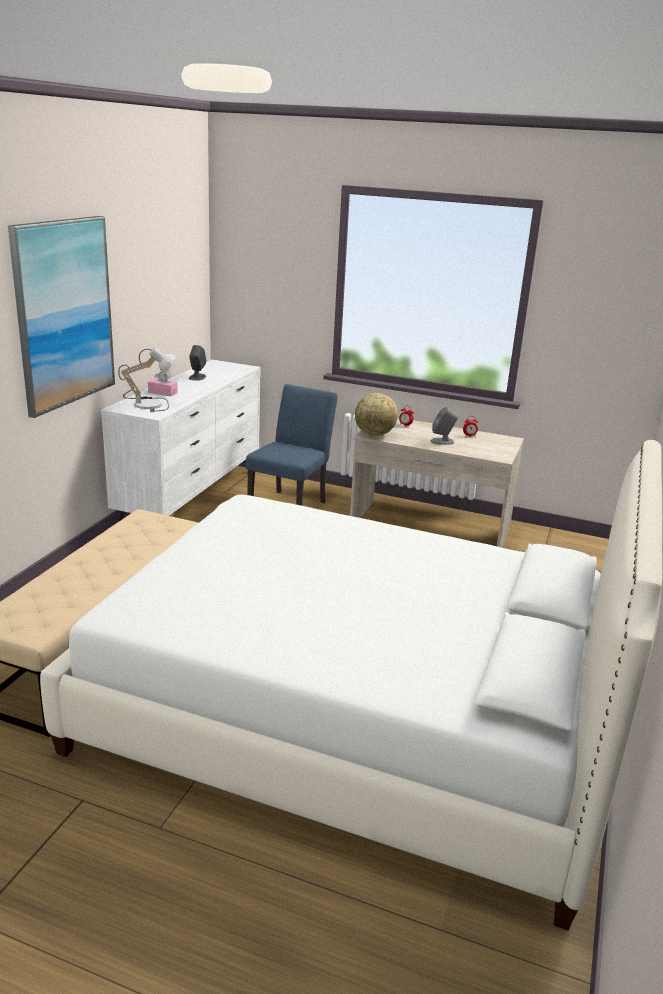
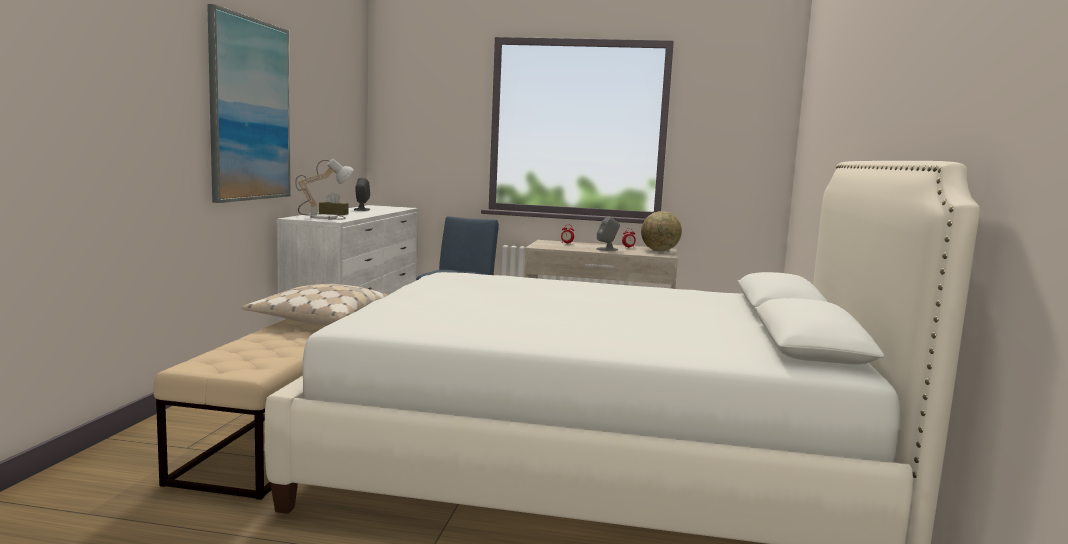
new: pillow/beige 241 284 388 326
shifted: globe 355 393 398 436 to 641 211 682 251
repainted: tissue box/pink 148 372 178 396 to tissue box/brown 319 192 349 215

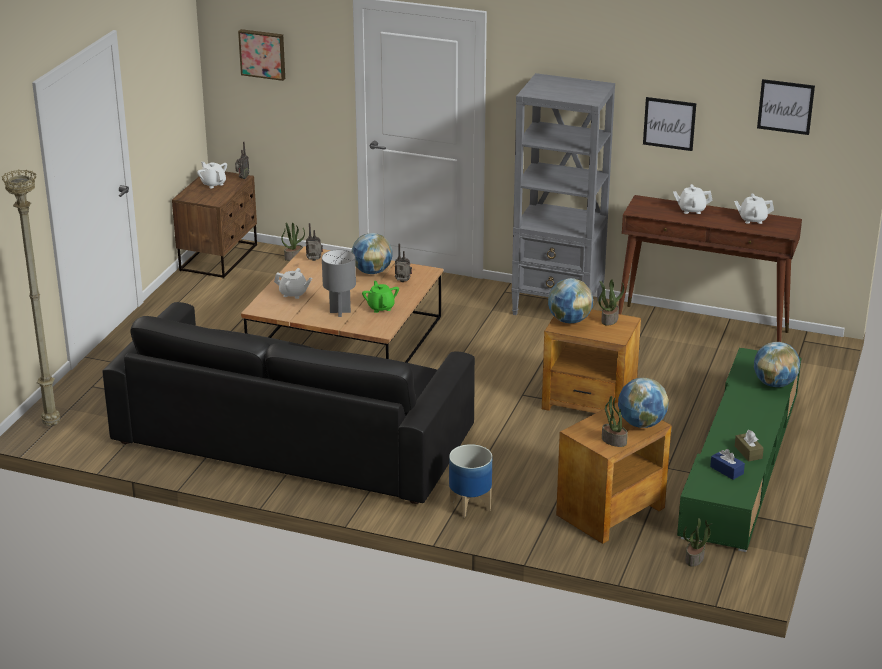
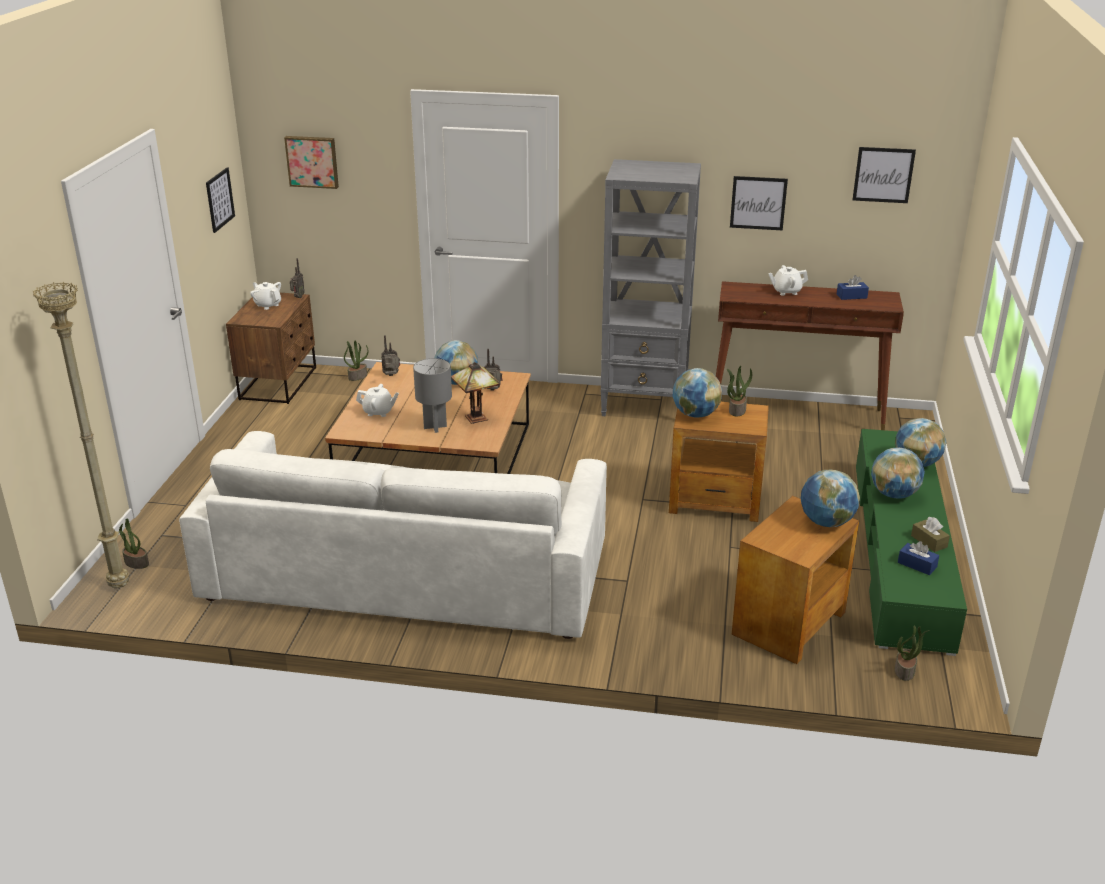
gone: planter 449 444 492 518
new: picture 206 168 235 233; globe 871 448 925 499
shifted: potted plant 602 396 628 447 to 119 518 149 569
swapped: teapot/green 362 281 399 313 to table lamp 451 362 500 424; teapot/white 734 194 774 224 to tissue box/blue 837 275 869 300
repainted: sofa/black 102 302 475 504 to sofa/white 179 431 607 639

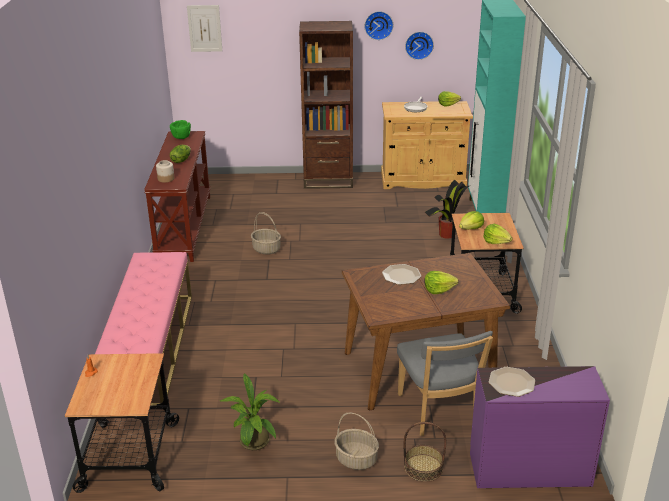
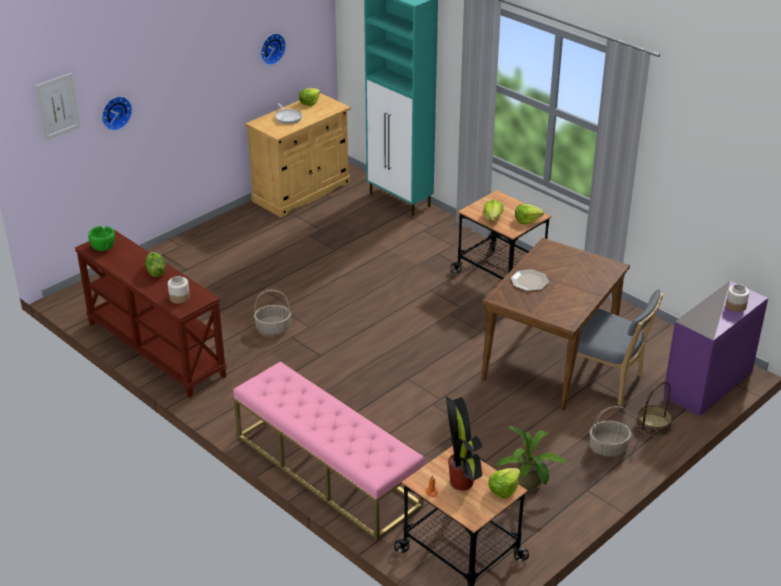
gone: bookcase/brown 299 21 353 189; plate 489 367 535 397
new: jar 726 284 749 312
shifted: wall clock 365 11 393 40 to 102 96 132 131; lettuce 424 271 459 294 to 488 468 521 499; potted plant 425 180 471 239 to 446 396 483 491

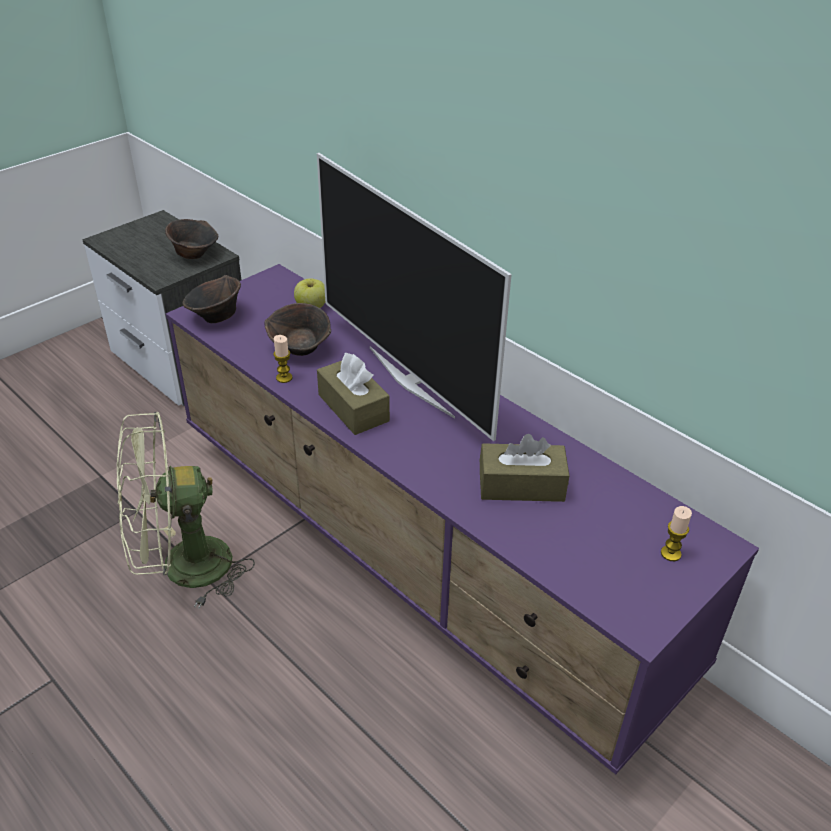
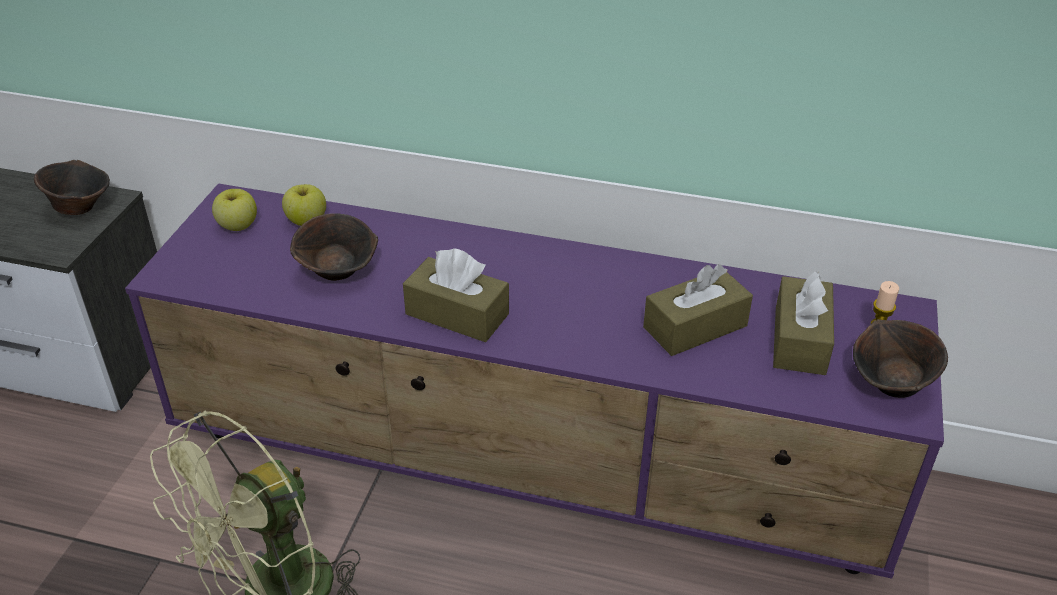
gone: candle 273 335 293 383; television 317 153 512 441
new: apple 212 189 257 231; tissue box/brown 773 271 834 375
shifted: bowl/brown 183 275 241 323 to 853 319 948 398

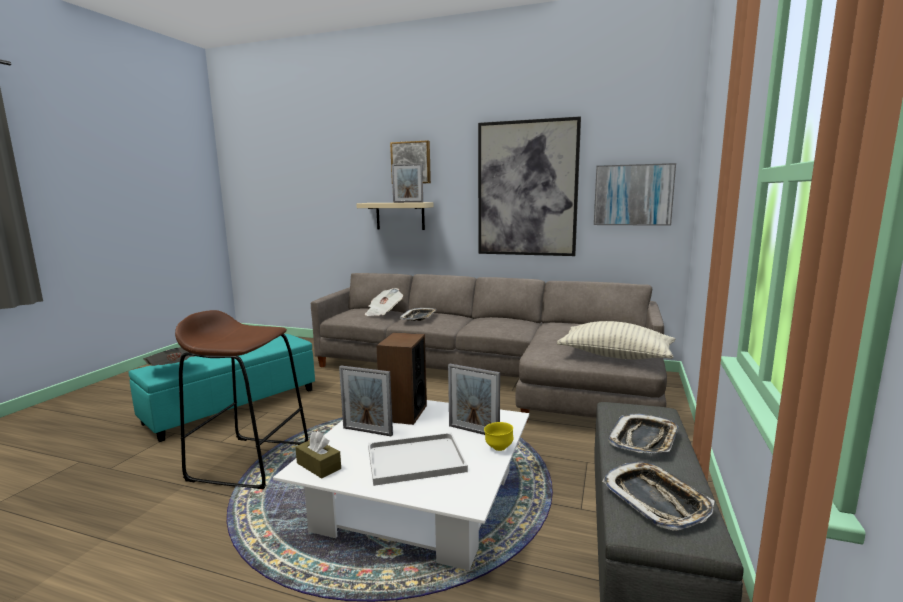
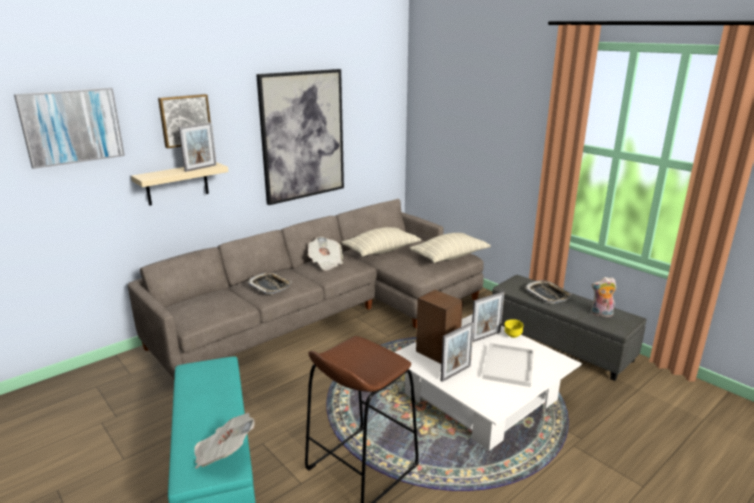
gone: tissue box/brown 295 431 341 479
new: pillow 342 227 421 256
shifted: newspaper 365 288 403 316 to 308 237 343 271; picture 594 163 676 226 to 14 88 125 169
swapped: tray 602 462 714 531 to plush toy 591 277 617 317

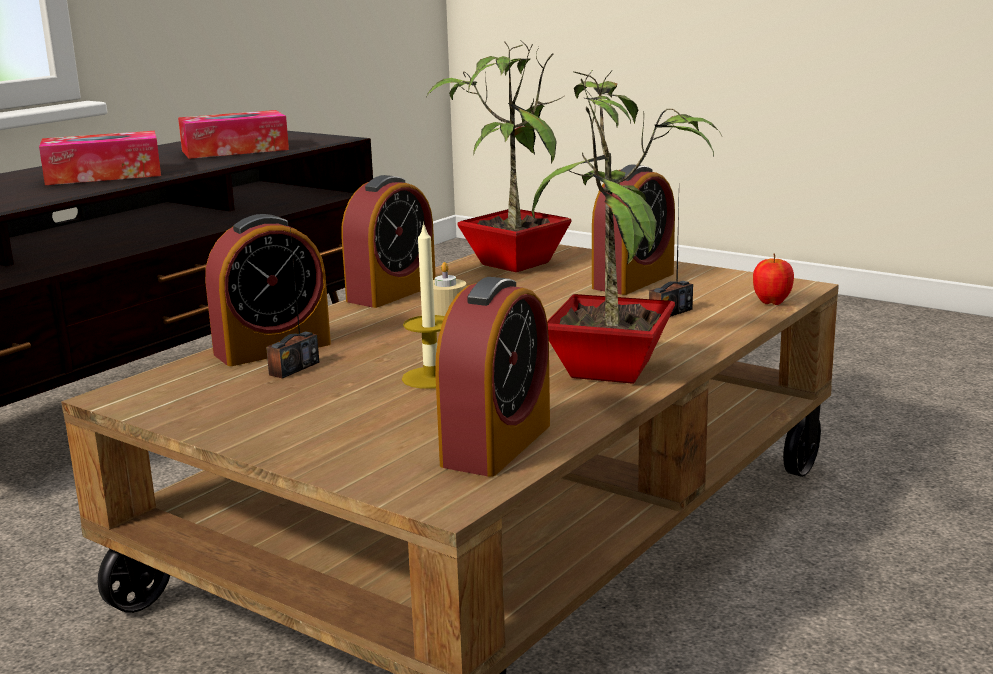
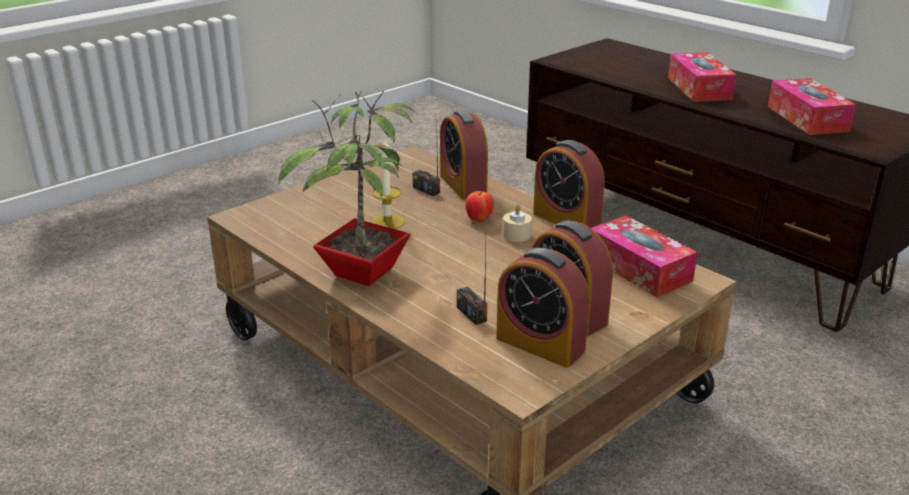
shifted: alarm clock 435 277 550 477 to 496 248 590 368; apple 753 254 794 305 to 465 190 494 222
swapped: potted plant 427 41 572 272 to tissue box 591 216 698 297

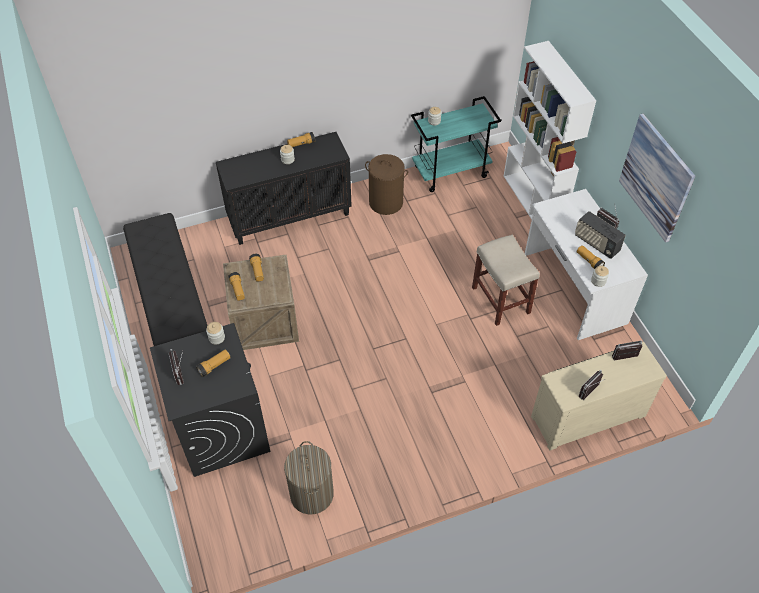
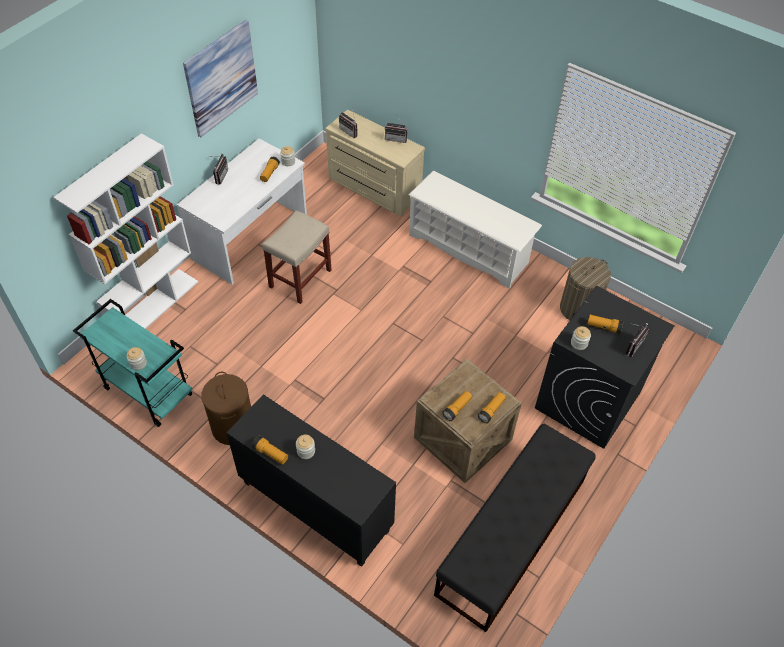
gone: radio 575 211 626 259
new: shoe rack/white 409 171 542 289

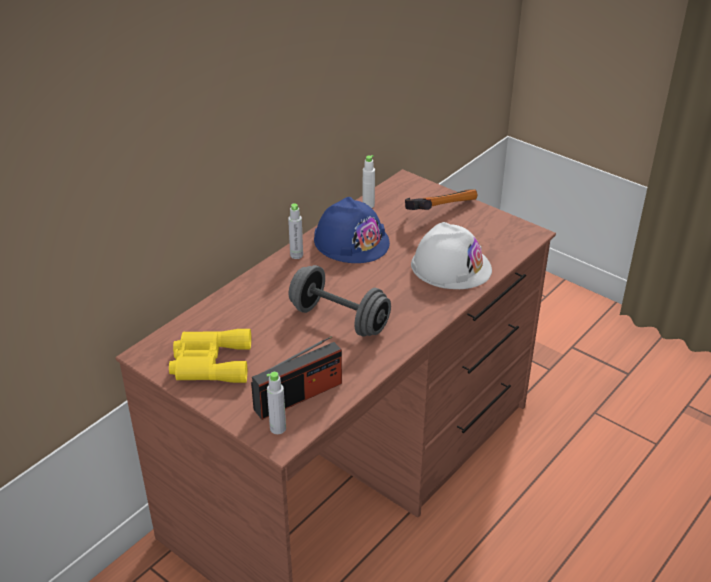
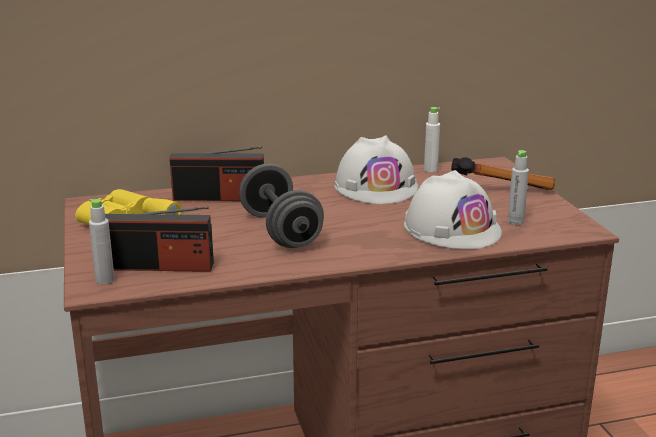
new: radio 170 146 264 201
shifted: bottle/grey 288 203 303 259 to 508 150 529 225
repainted: hard hat/blue 314 197 390 263 to hard hat/white 334 135 419 204

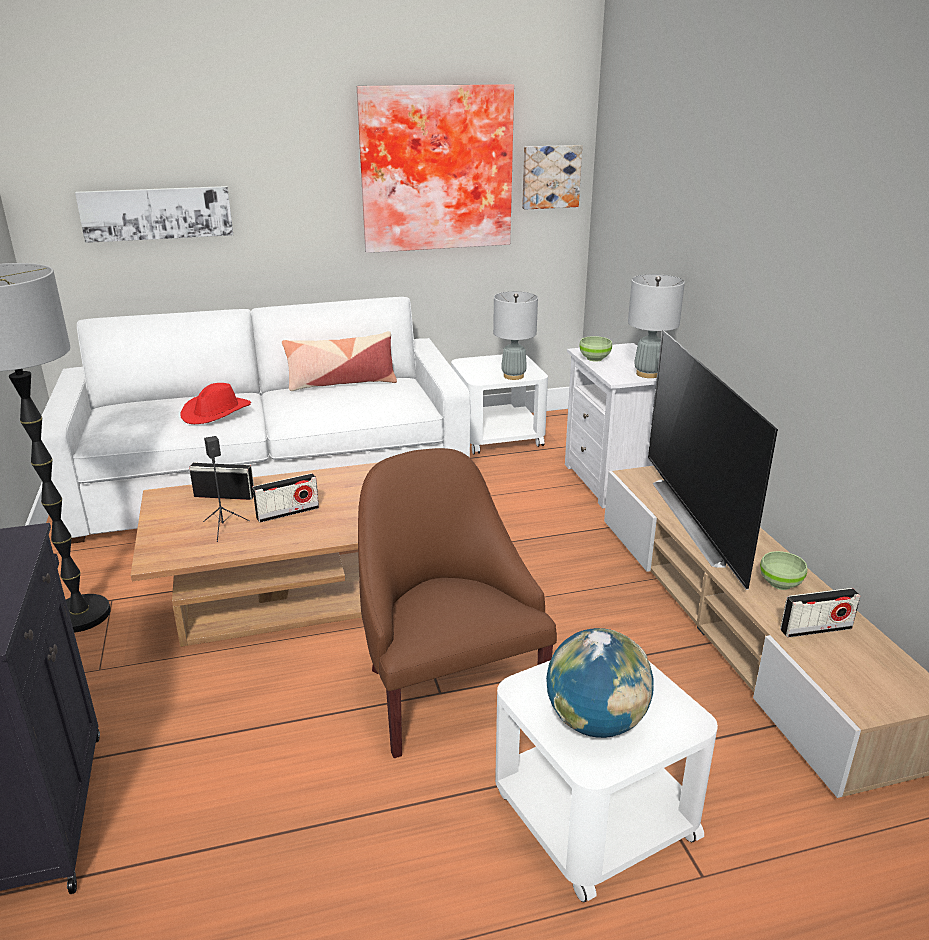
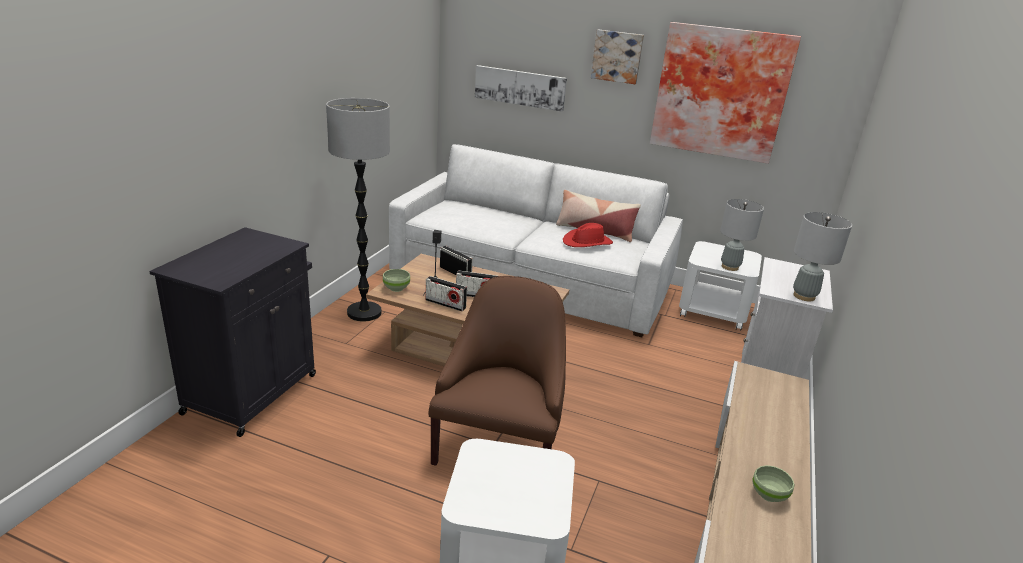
gone: globe 546 628 654 738; television 648 330 778 590
shifted: hat/red 180 383 251 424 to 563 223 613 247; picture 522 145 582 209 to 591 30 644 84; bowl/green 579 336 612 362 to 383 269 410 292; radio 780 588 860 638 to 425 276 467 311

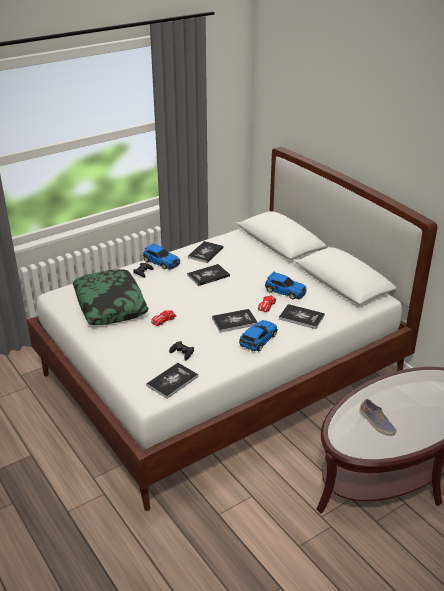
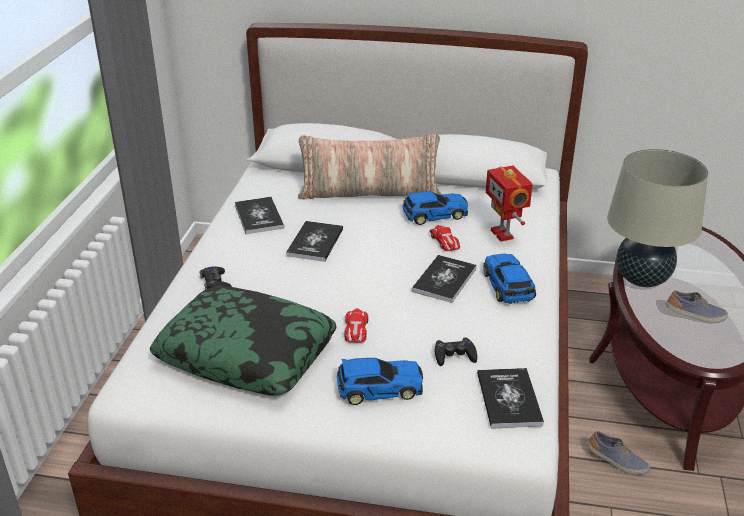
new: pillow 298 134 441 199; shoe 587 431 650 475; table lamp/beige 607 149 708 287
shifted: toy car 143 243 180 270 to 337 358 423 405
swapped: book 279 304 325 329 to toy robot 486 166 533 242

